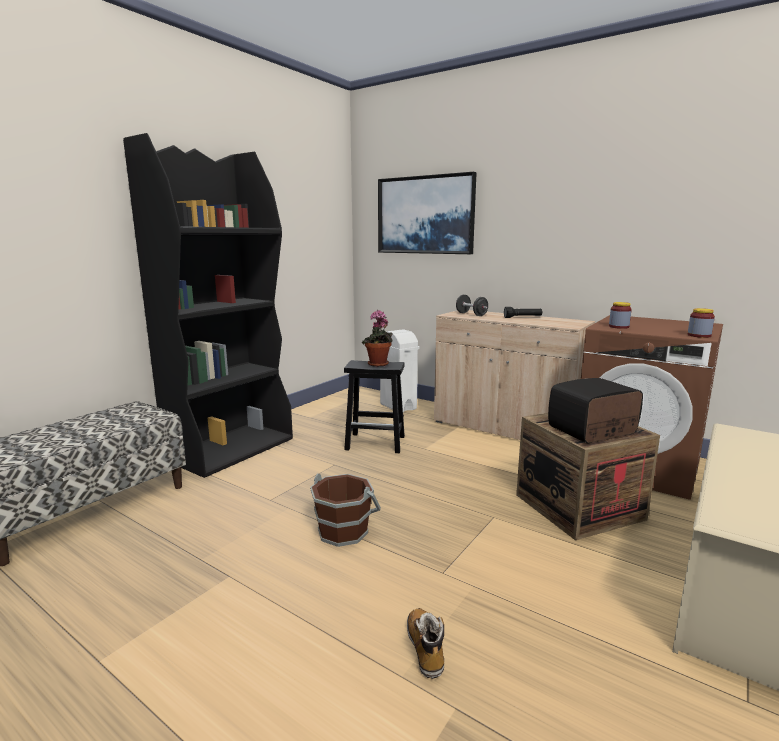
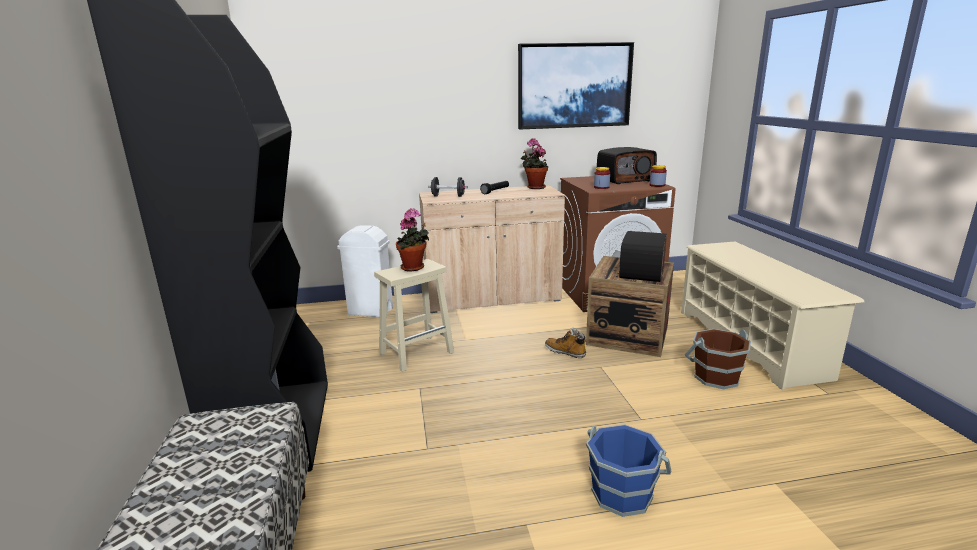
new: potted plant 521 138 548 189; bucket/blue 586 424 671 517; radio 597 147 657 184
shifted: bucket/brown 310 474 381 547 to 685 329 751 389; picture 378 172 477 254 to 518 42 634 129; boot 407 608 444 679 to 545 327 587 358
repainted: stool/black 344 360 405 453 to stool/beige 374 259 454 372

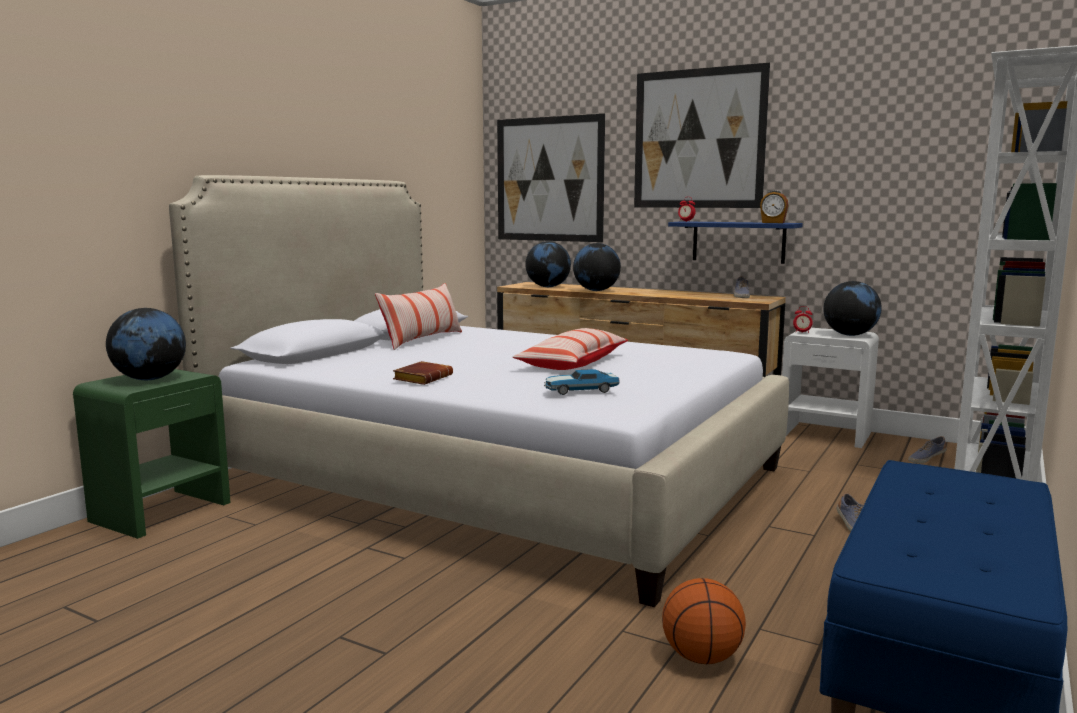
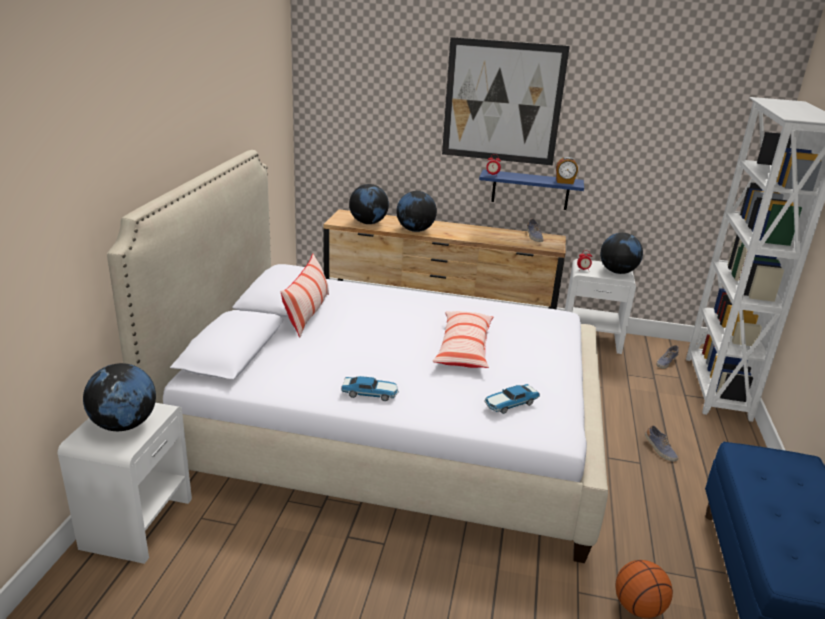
gone: picture 497 114 605 242
swapped: book/brown 393 361 453 385 to toy car 341 376 399 401
repainted: nightstand/green 73 369 231 539 to nightstand/white 58 403 192 564

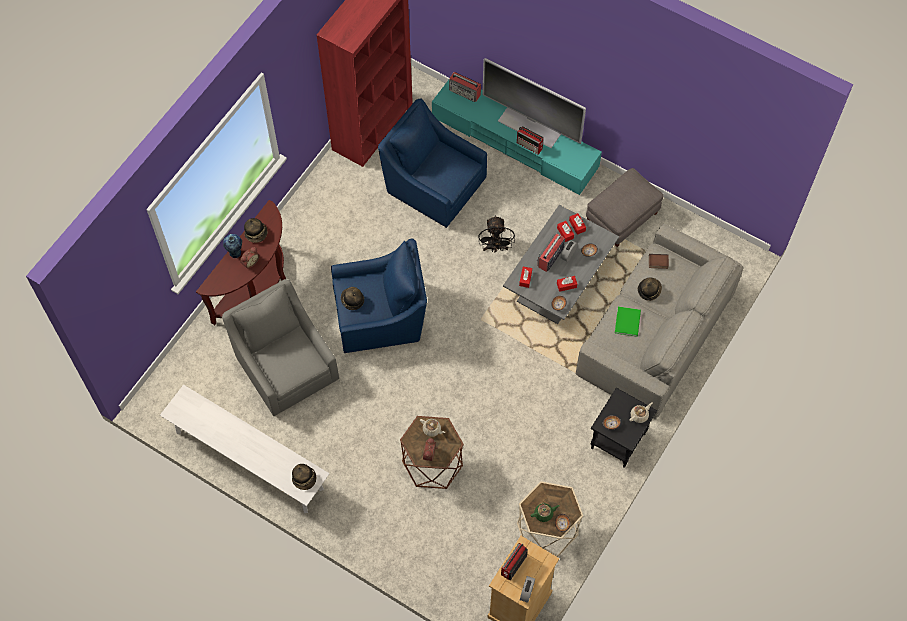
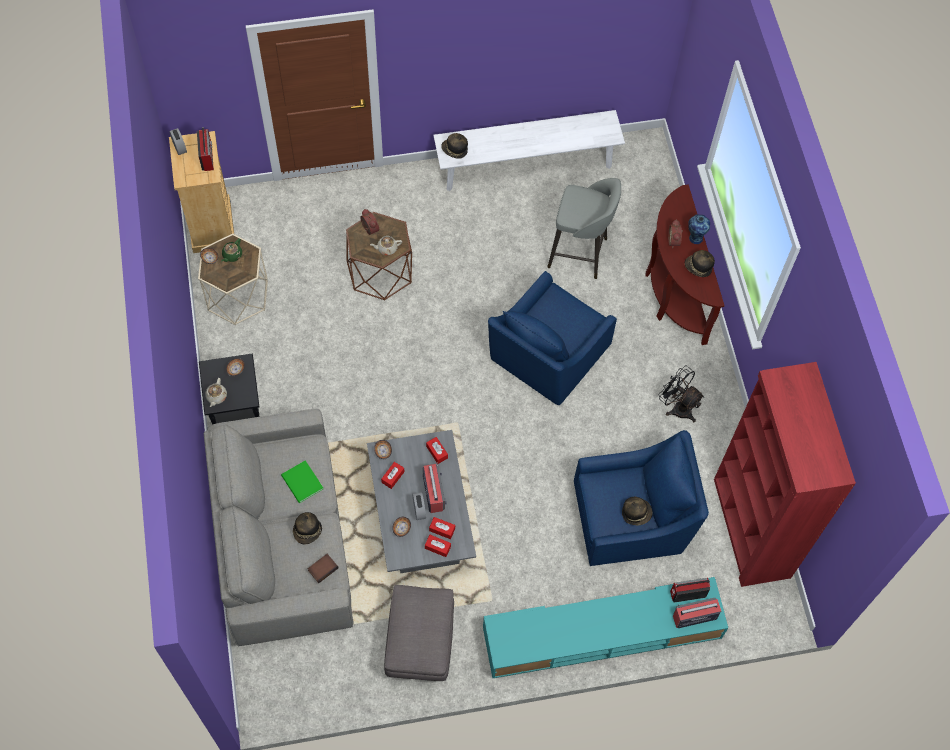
gone: television 482 58 586 148
shifted: hat 341 287 364 310 to 622 497 653 525; fan/black 478 215 515 253 to 659 366 704 422; radio 517 126 544 155 to 670 578 710 603
swapped: armchair/grey 222 279 339 417 to stool/grey 547 178 621 279

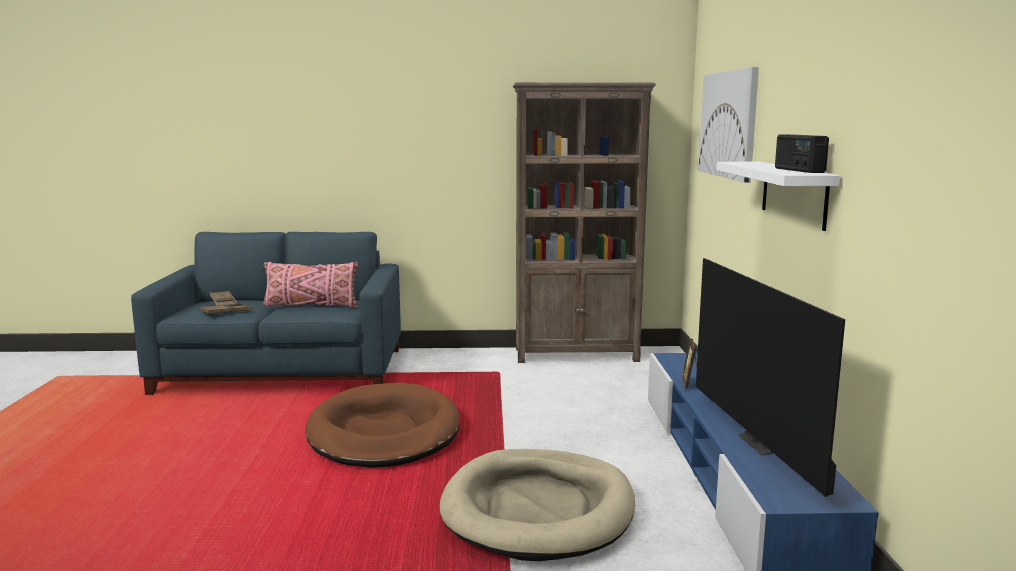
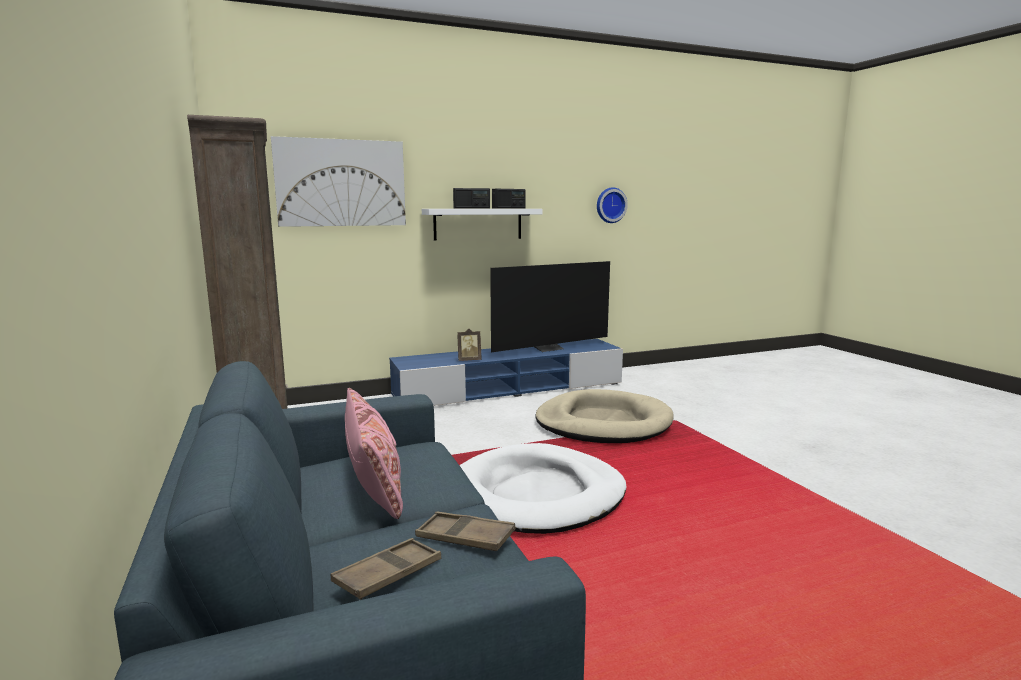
new: radio 453 188 490 208; wall clock 597 187 628 223
repainted: dog bed/brown 305 382 460 468 to dog bed/white 459 443 626 534

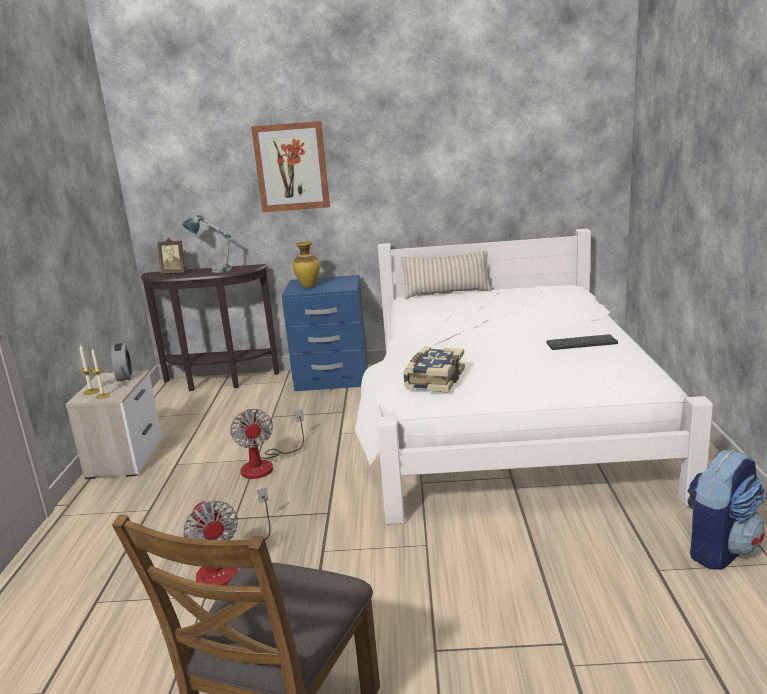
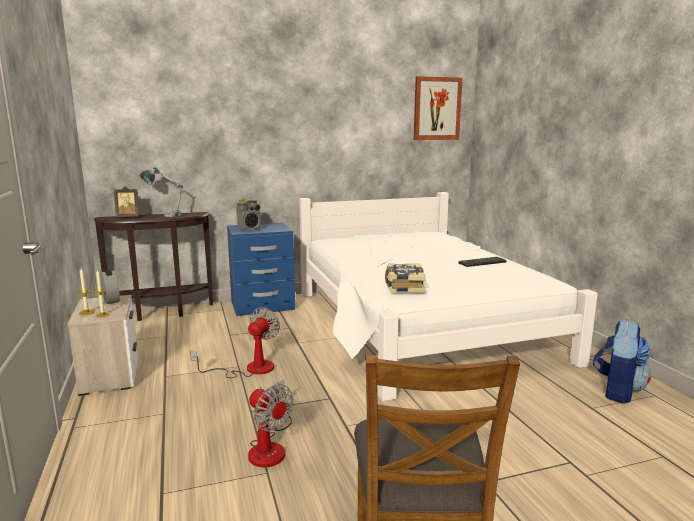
gone: pillow/beige 401 251 491 299
shifted: picture 251 121 330 212 to 414 76 462 140
swapped: vase 293 242 320 288 to radio 236 199 261 231
rotated: fan 230 409 304 479 = 190 307 280 378 120 degrees counterclockwise

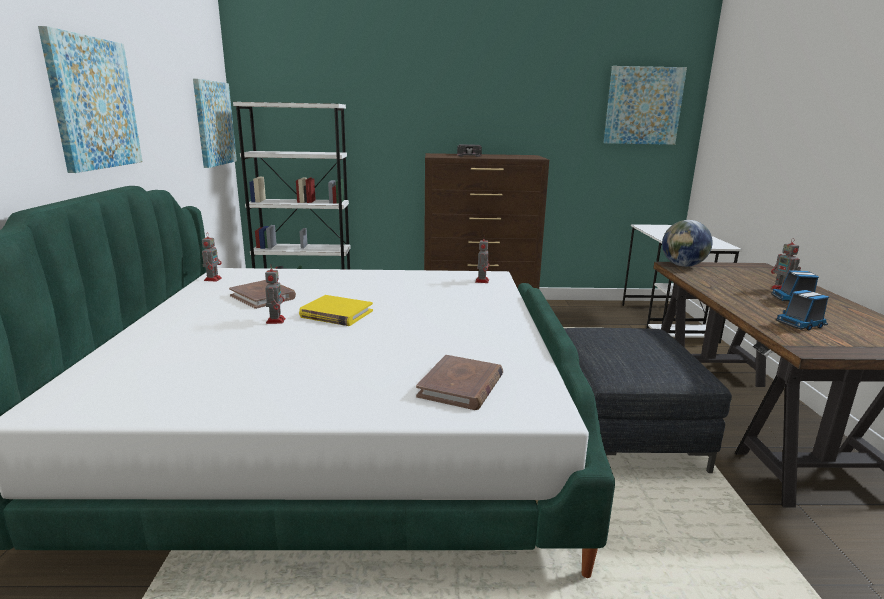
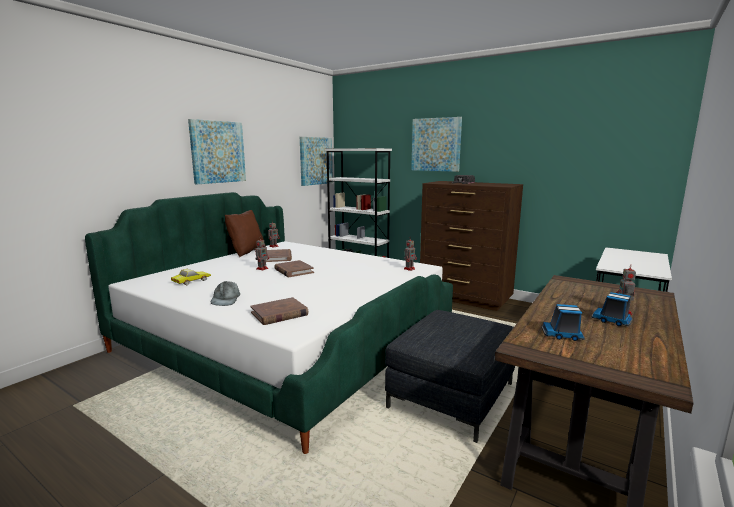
gone: globe 662 220 713 267
new: toy car 171 269 211 285; cap/grey 211 281 240 306; pillow/brown 225 210 266 257
shifted: picture 604 66 687 145 to 411 117 462 172
repainted: book/yellow 299 295 373 326 to book/brown 274 260 314 277

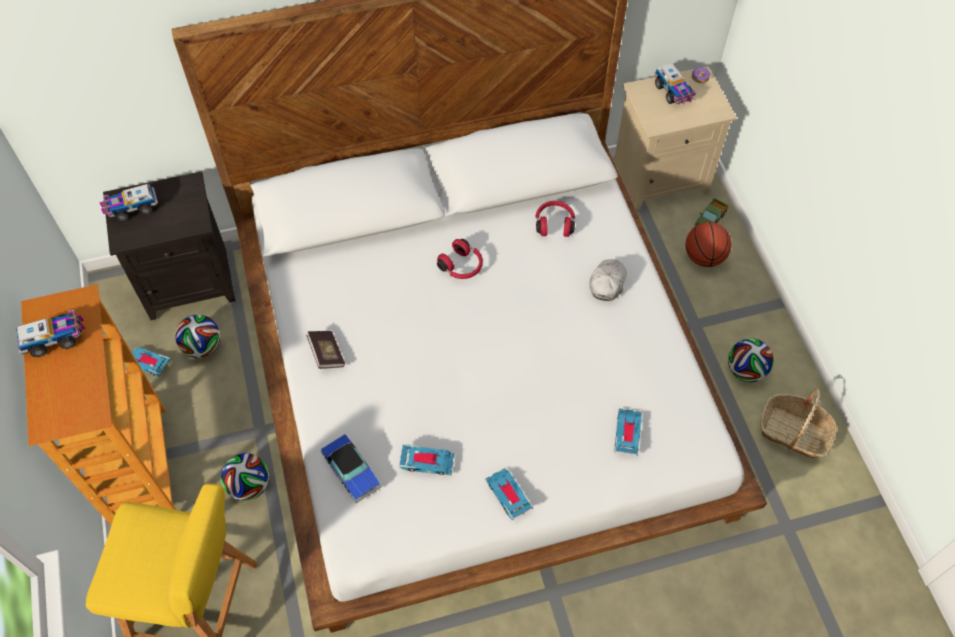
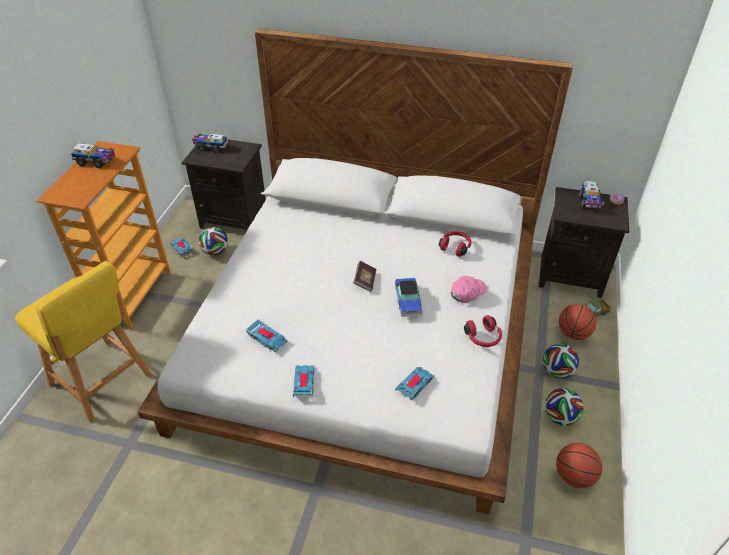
shifted: football 221 453 269 501 to 543 343 579 378; book 306 331 345 369 to 353 261 376 291; toy car 321 434 382 503 to 395 278 423 317; headphones/red 437 239 483 279 to 464 315 502 347
swapped: basket 760 389 837 458 to basketball 556 443 602 488
repainted: cap/white 589 259 627 301 to cap/pink 451 276 487 303; nightstand/beige 614 66 737 210 to nightstand/black 539 187 629 298

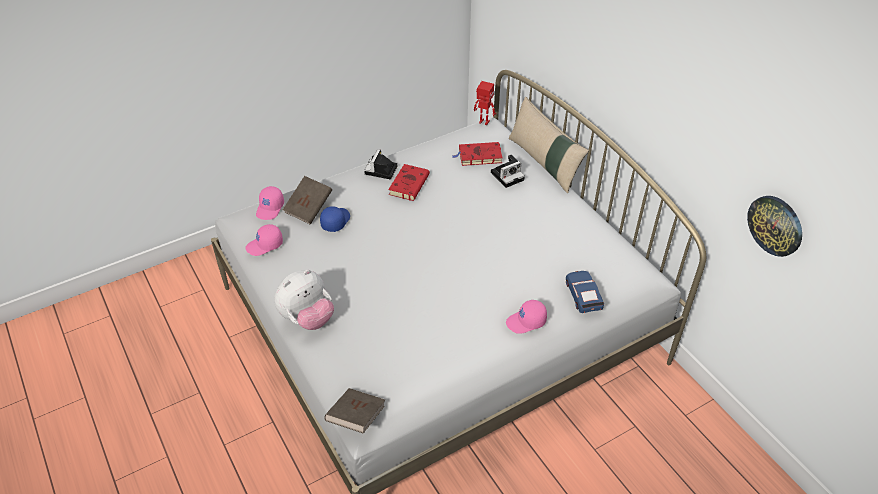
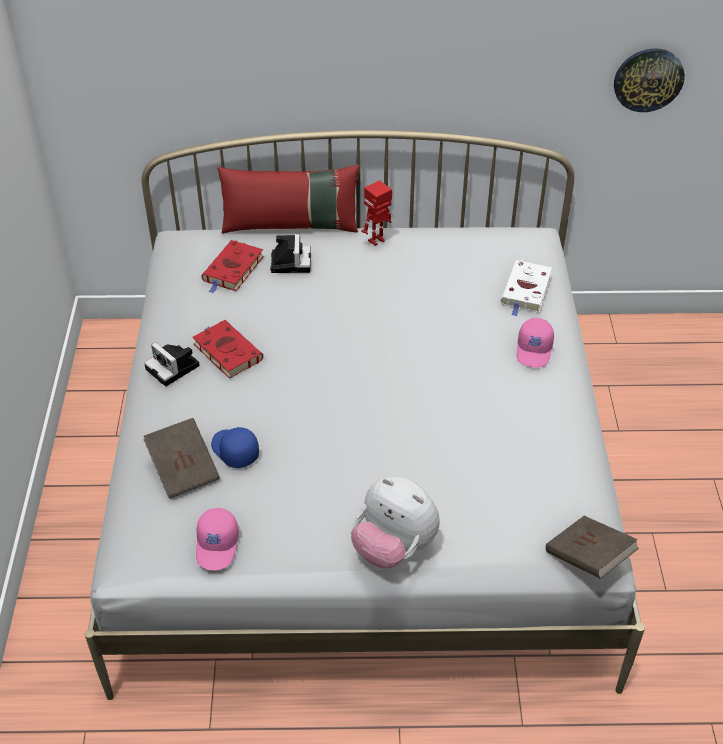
gone: cap/pink 256 186 284 220
shifted: toy robot 474 81 496 125 to 361 180 392 246
swapped: toy car/blue 566 271 604 313 to book/white 500 260 552 317
repainted: pillow/beige 509 97 589 193 to pillow/red 217 165 360 234
rotated: plush toy 274 270 334 330 = 351 477 440 568 135 degrees clockwise

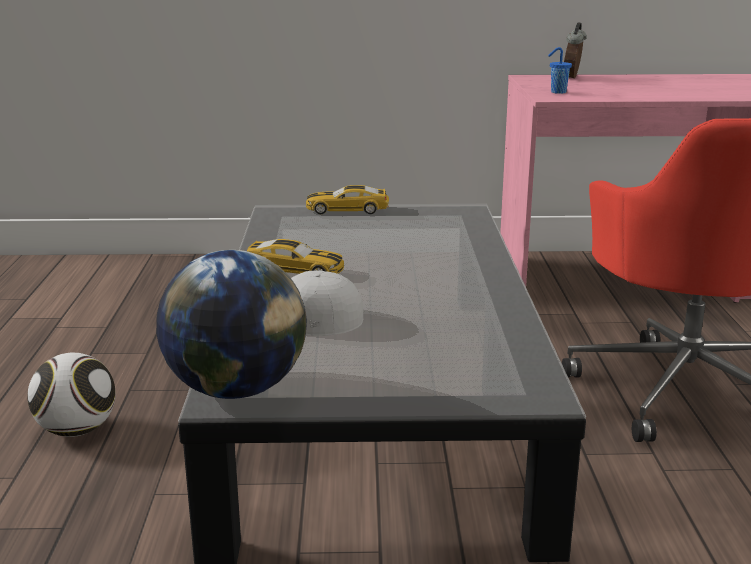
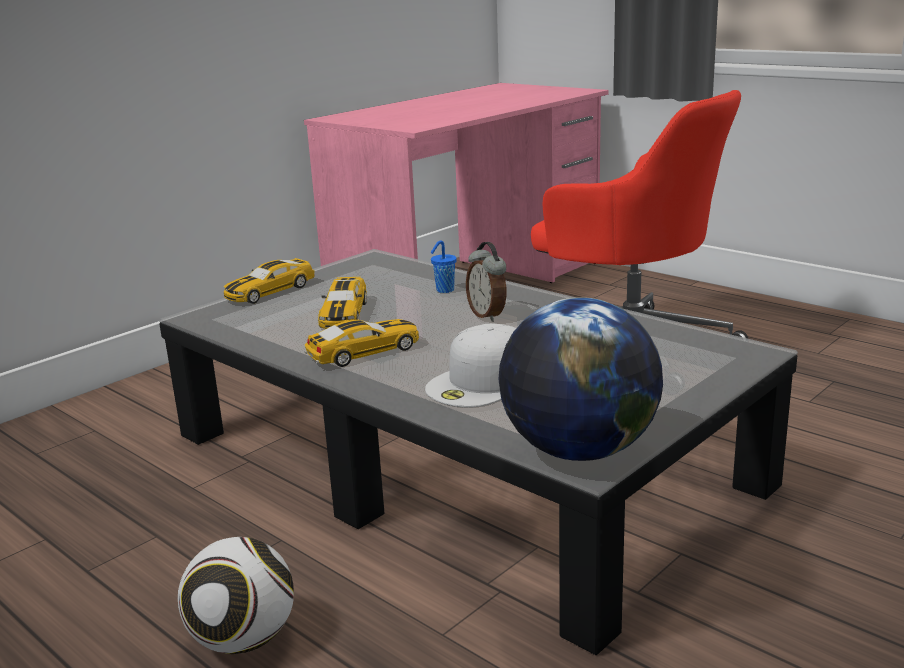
new: toy car 318 277 367 329
shifted: cup/blue 548 47 572 94 to 431 240 457 293; alarm clock 564 22 587 79 to 466 242 506 322

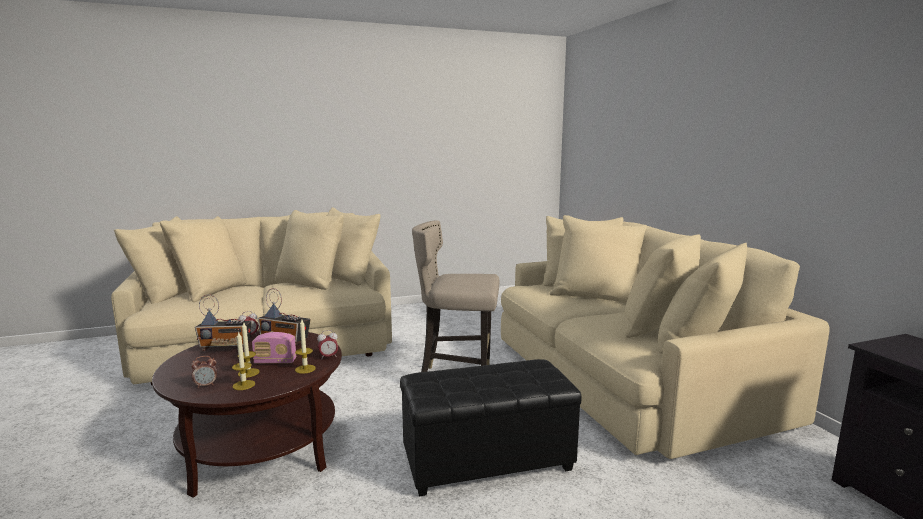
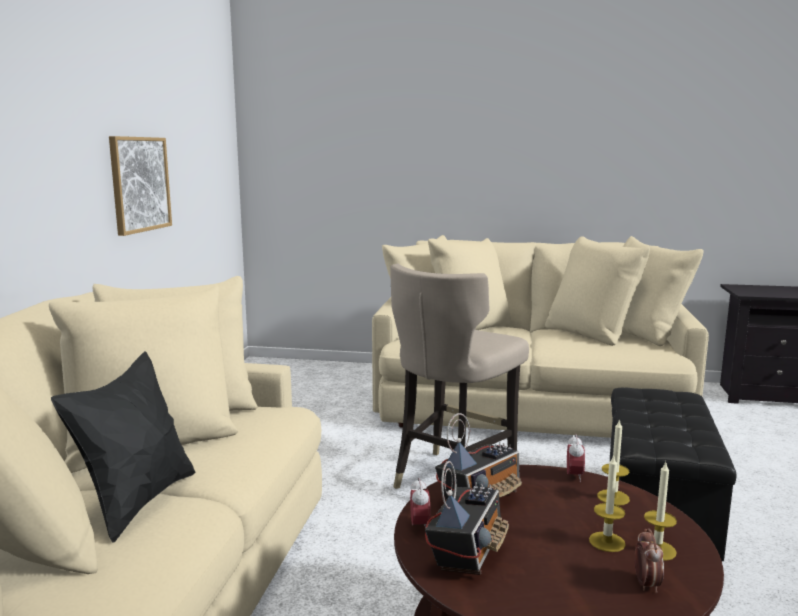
gone: radio 252 332 296 364
new: pillow/black 51 351 195 543; picture 109 136 172 236

